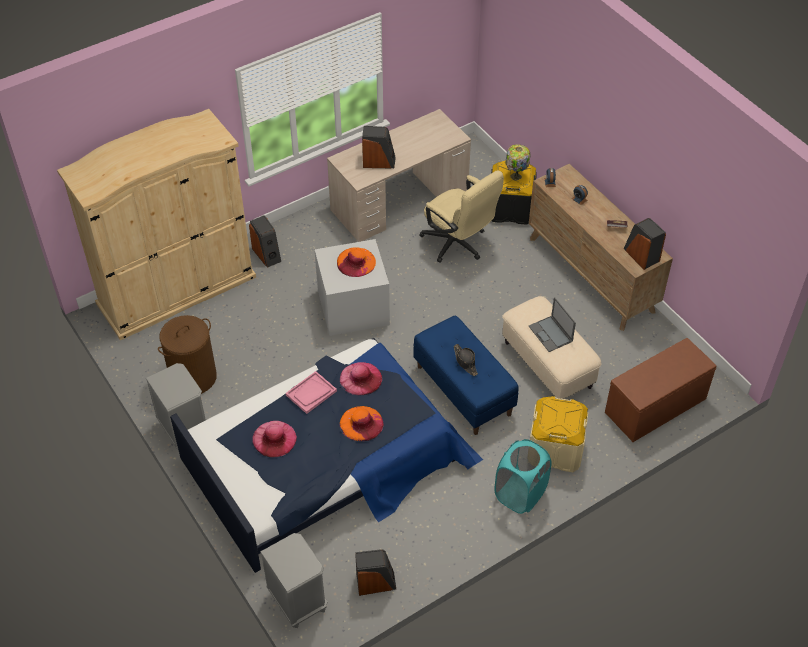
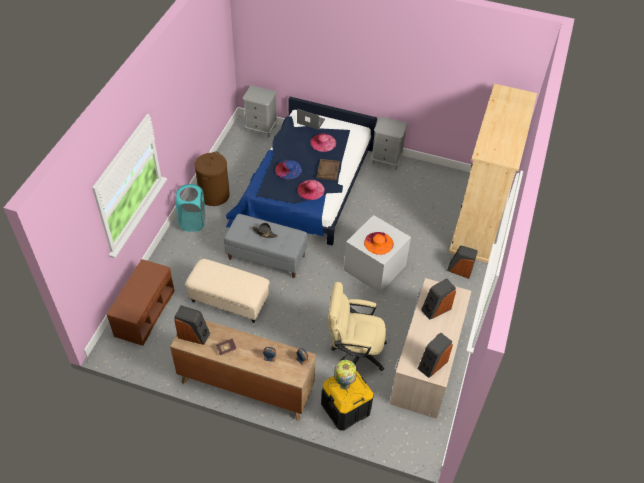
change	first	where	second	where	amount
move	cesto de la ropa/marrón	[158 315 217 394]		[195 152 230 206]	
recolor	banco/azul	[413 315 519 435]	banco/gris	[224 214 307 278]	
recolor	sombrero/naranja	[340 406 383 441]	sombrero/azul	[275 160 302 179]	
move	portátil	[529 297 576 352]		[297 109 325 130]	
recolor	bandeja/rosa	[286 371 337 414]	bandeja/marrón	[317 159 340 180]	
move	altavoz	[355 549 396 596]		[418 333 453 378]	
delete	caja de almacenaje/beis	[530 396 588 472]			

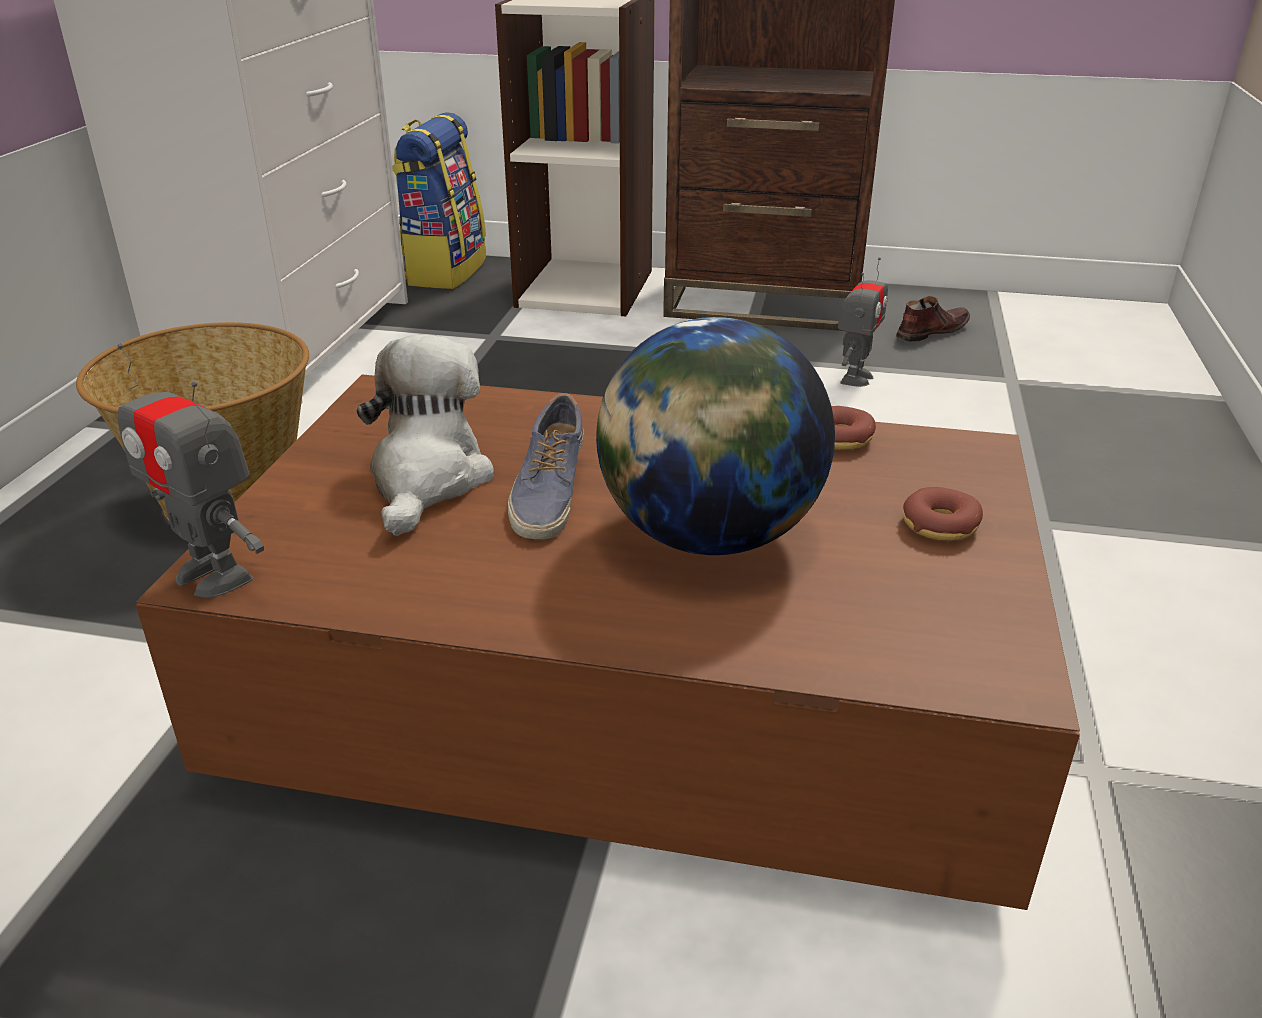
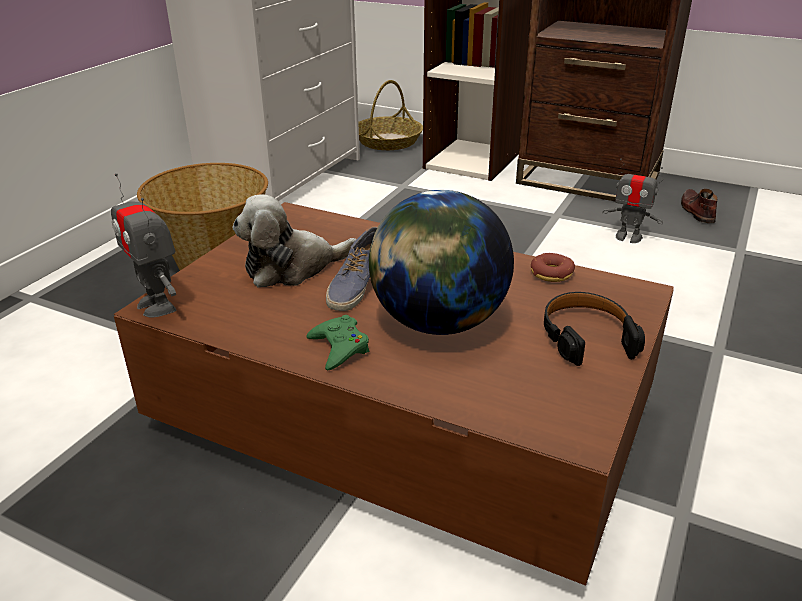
change	first	where	second	where	amount
rotate	peluche	[357 334 494 536]		[232 195 357 287]	135 degrees counterclockwise
insert			mando de consola/verde	[306 315 369 370]	
replace	mochila	[392 112 486 289]	cesta	[358 80 423 150]	
replace	rosquilla	[903 487 983 541]	auriculares/negro	[544 292 645 366]	
rotate	robot de juguete	[838 257 888 387]		[603 158 664 243]	75 degrees clockwise
rotate	zapato/marrón	[896 296 970 342]		[681 188 718 223]	75 degrees counterclockwise

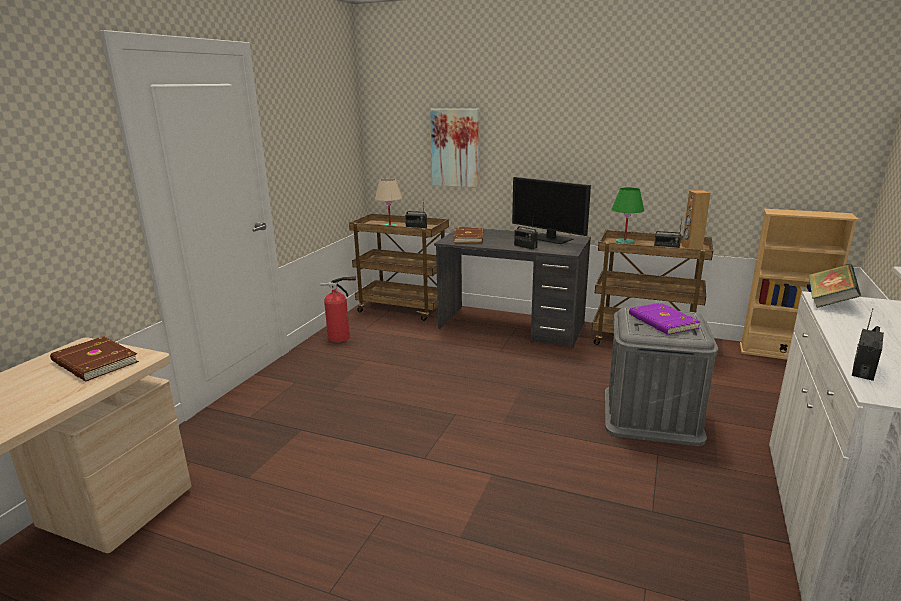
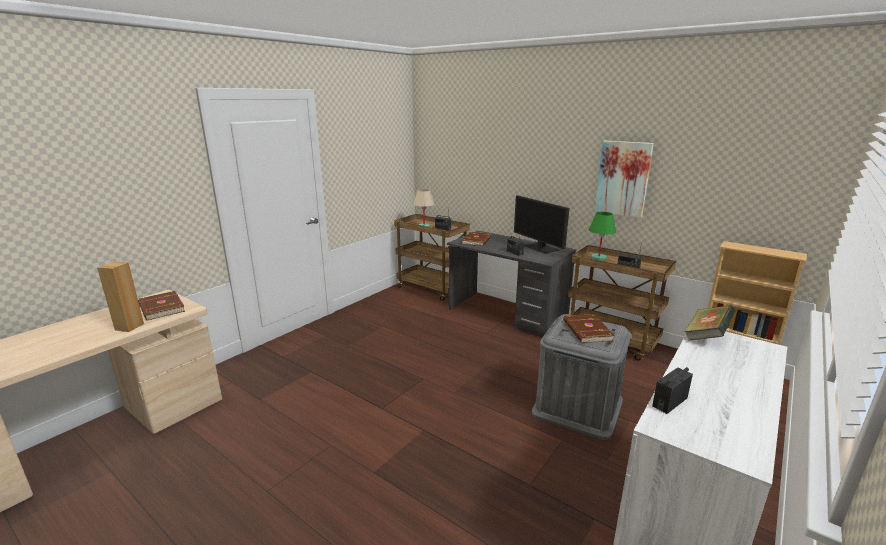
change	first	where	second	where	amount
move	altavoz/marrón	[682 190 711 250]		[97 261 144 332]	
recolor	libro/morado	[629 303 700 335]	libro/marrón	[563 314 615 343]	
move	cuadro	[430 109 479 187]		[595 140 654 218]	
delete	extintor	[320 276 356 342]			

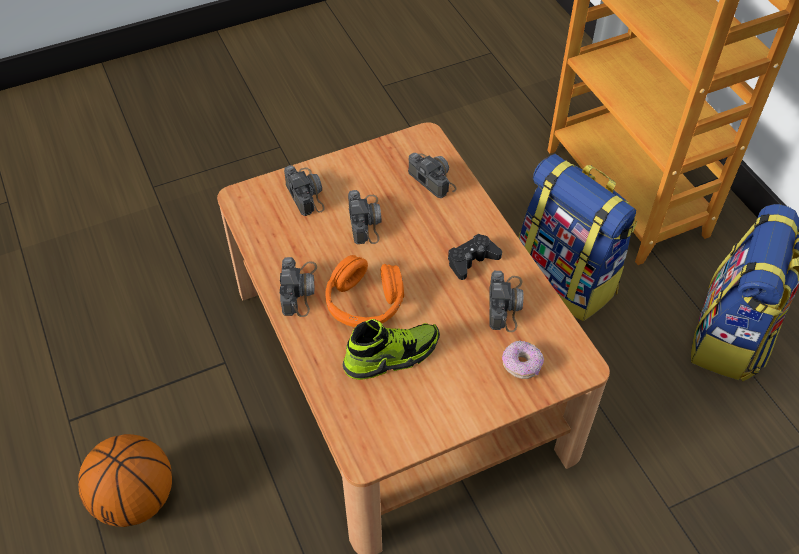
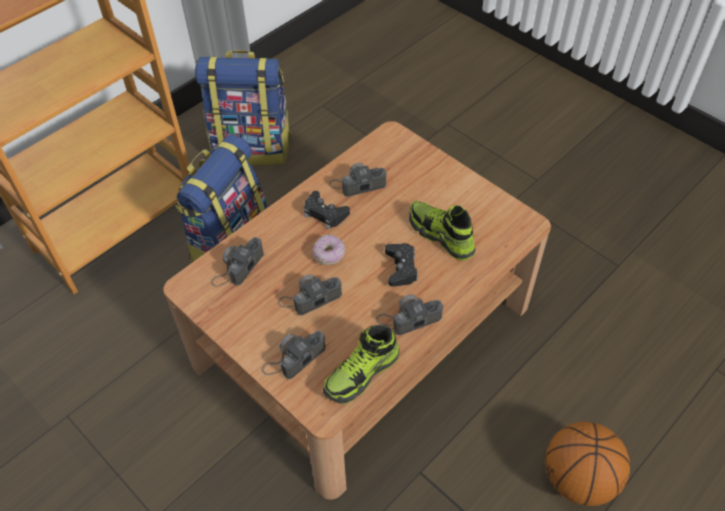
change	first	where	second	where	amount
move	rosquilla	[502 340 544 379]		[313 235 345 265]	
insert			zapato	[323 325 400 404]	
replace	auriculares/naranja	[325 255 404 327]	mando de consola/negro	[385 243 418 287]	

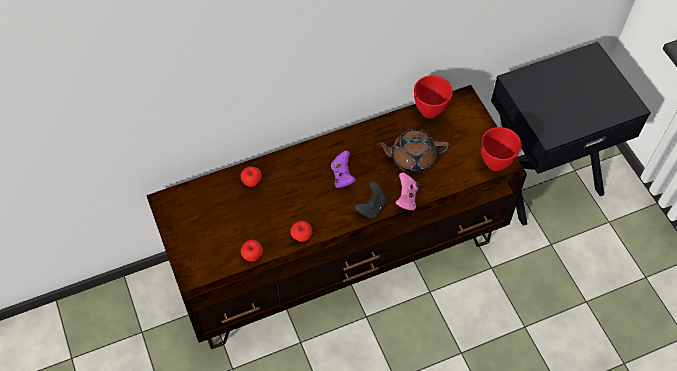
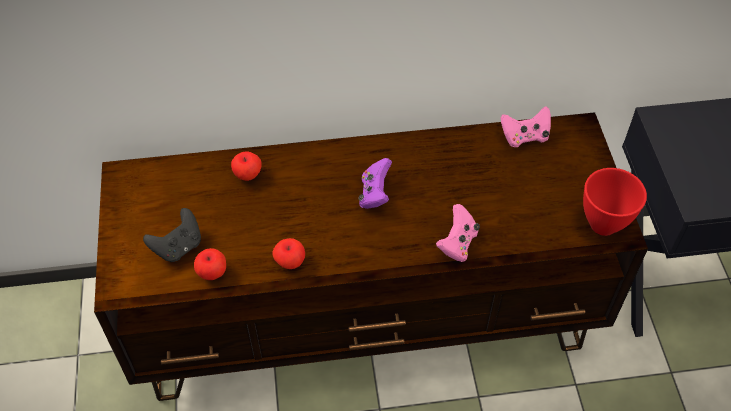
change	first	where	second	where	amount
move	mando de consola/negro	[354 181 386 219]		[143 208 201 262]	
replace	cuenco/rojo	[414 75 453 119]	mando de consola/rosa	[501 106 551 147]	
delete	tetera/marrón	[376 129 450 173]			

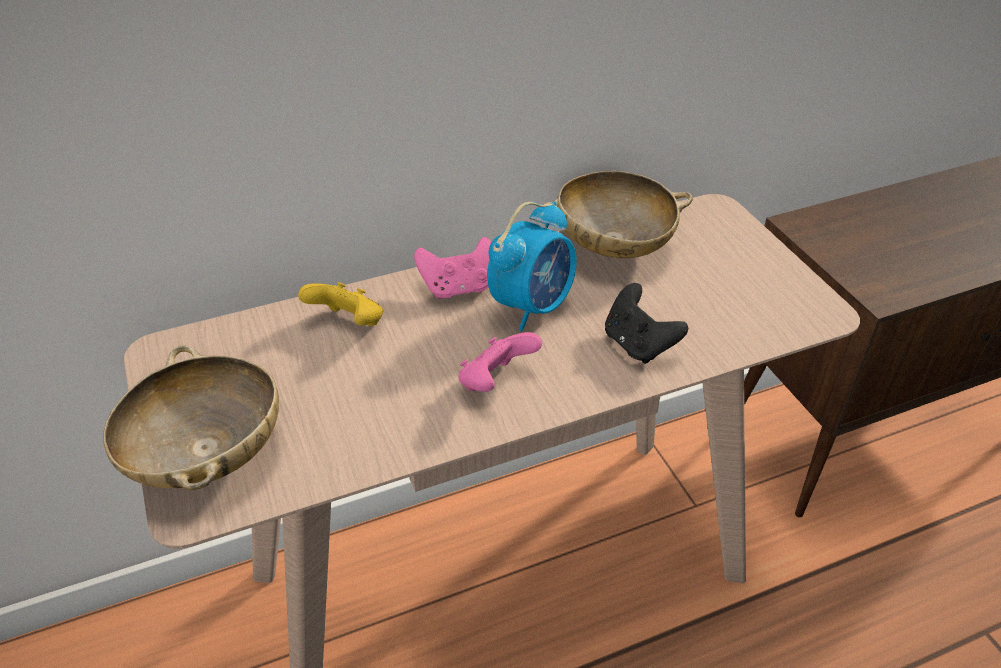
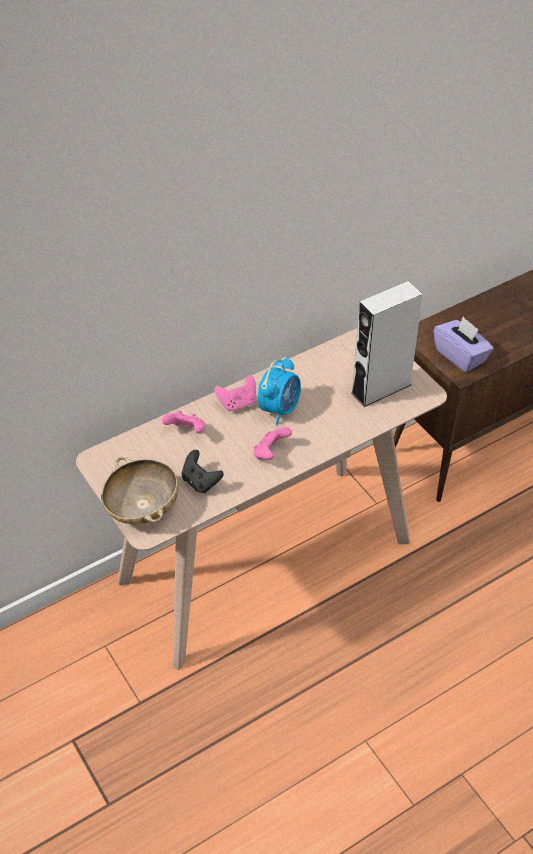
change	first	where	second	where	amount
recolor	mando de consola/amarillo	[298 282 383 326]	mando de consola/rosa	[162 411 205 433]	
move	mando de consola/negro	[605 283 688 364]		[182 450 224 493]	
insert			altavoz/gris	[351 281 423 407]	
insert			caja de pañuelos/morado	[434 317 494 373]	
delete	cuenco/beis	[543 171 693 259]			

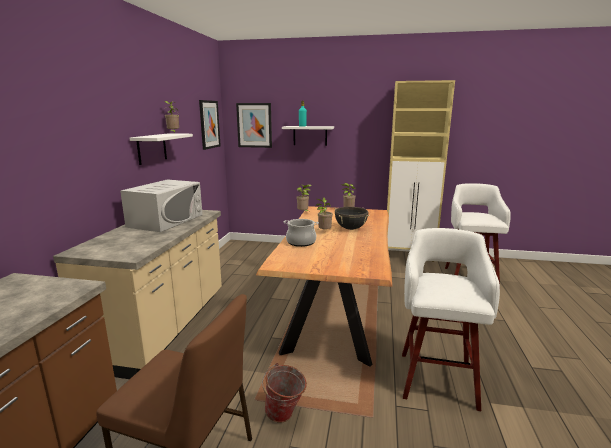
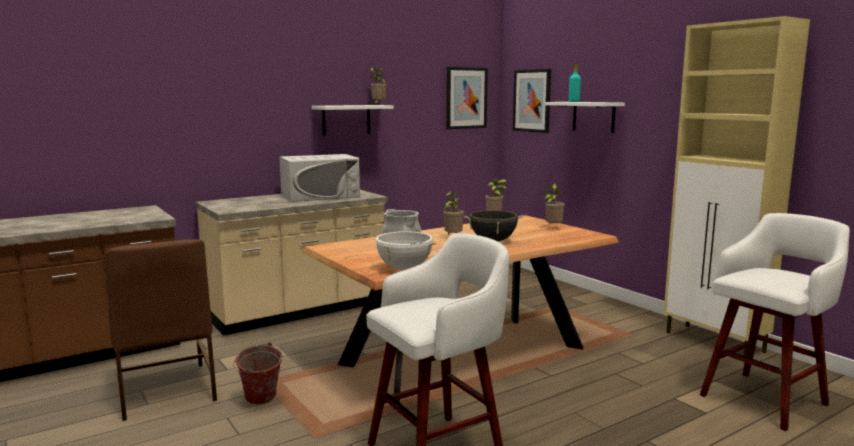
change	first	where	second	where	amount
insert			olla/blanco	[374 231 436 270]	

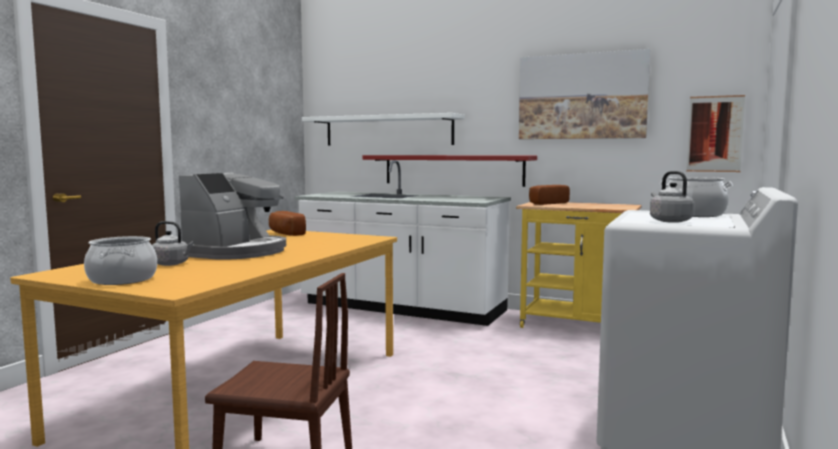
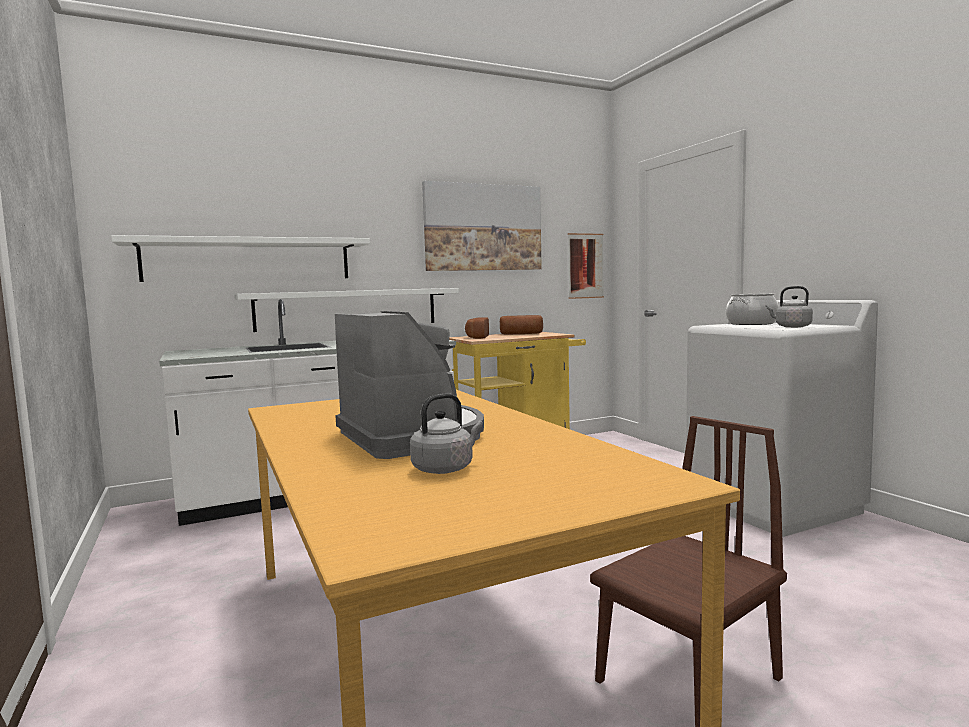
change	first	where	second	where	amount
recolor	estante/rojo	[362 155 537 187]	estante/blanco	[235 288 459 332]	
move	pan	[269 211 306 236]		[500 315 543 334]	
delete	olla	[84 236 157 285]			

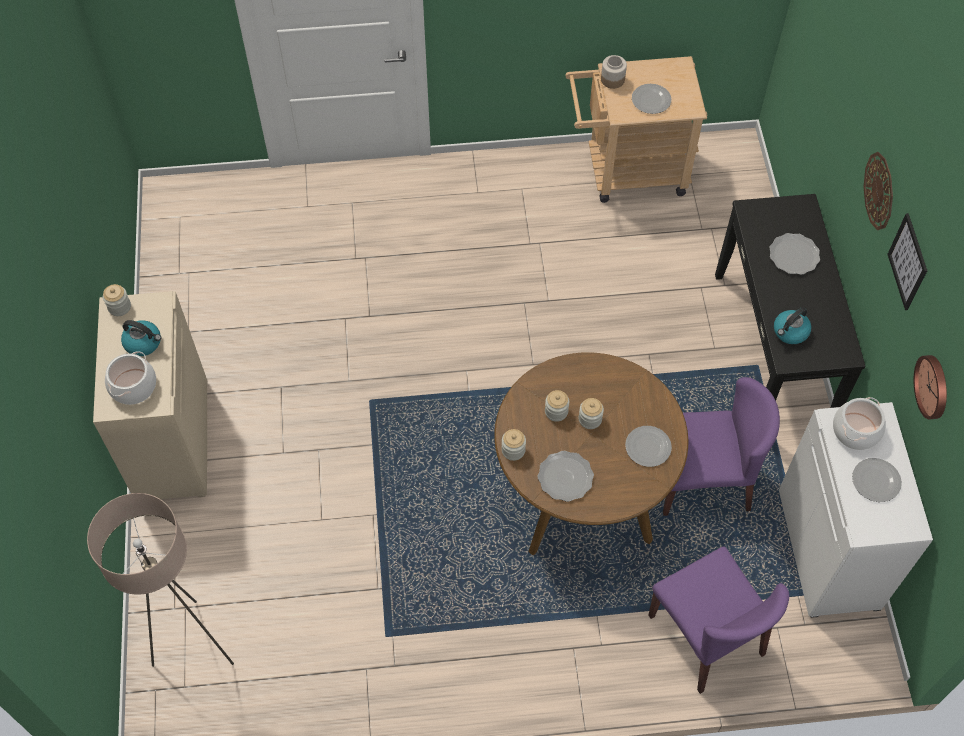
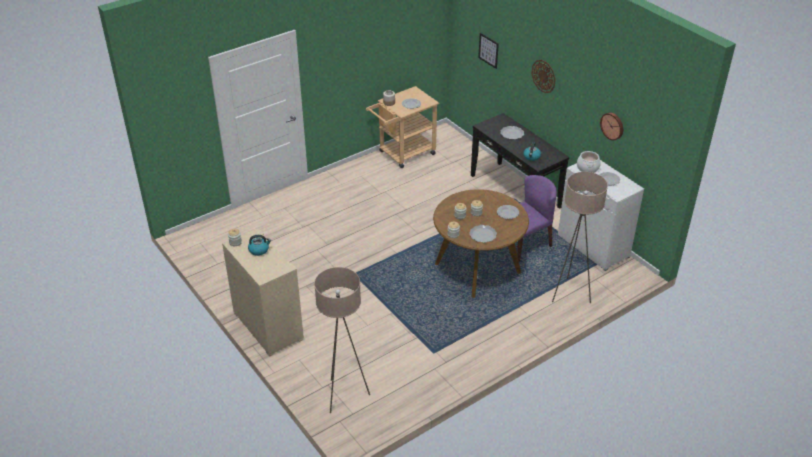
change	first	where	second	where	amount
move	cuadro	[888 213 927 310]		[478 33 499 69]	
replace	silla/morado	[648 547 789 694]	lámpara de pie/beis	[552 172 608 303]	
delete	olla	[105 351 156 405]			

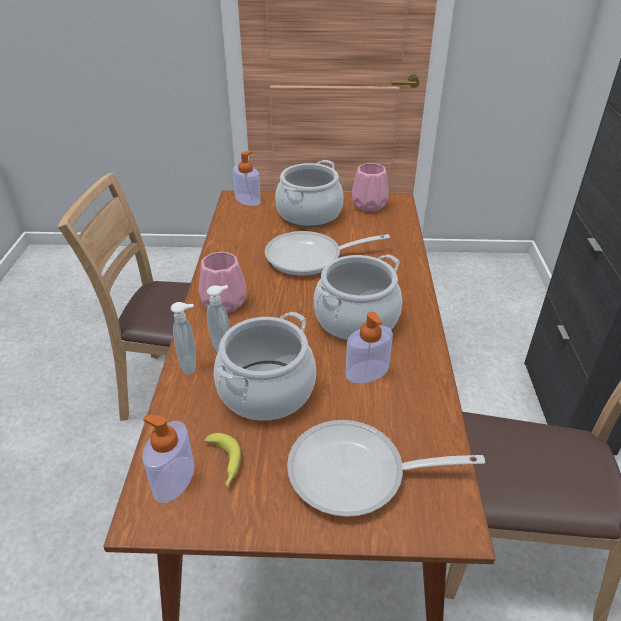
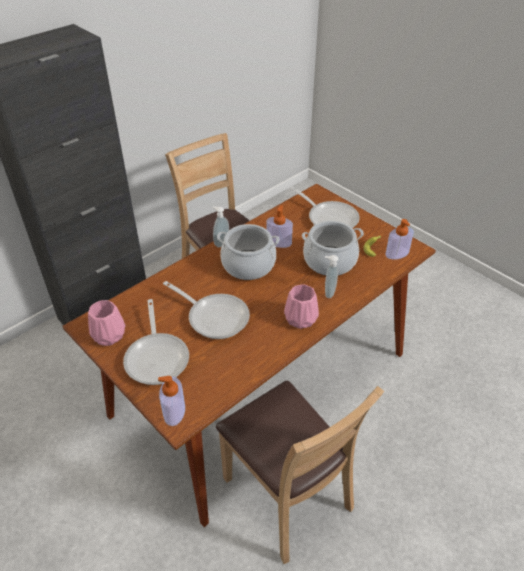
change	first	where	second	where	amount
replace	olla	[275 160 343 227]	sartén	[123 299 189 385]	
move	dispensador de jabón	[171 302 196 375]		[213 206 229 247]	

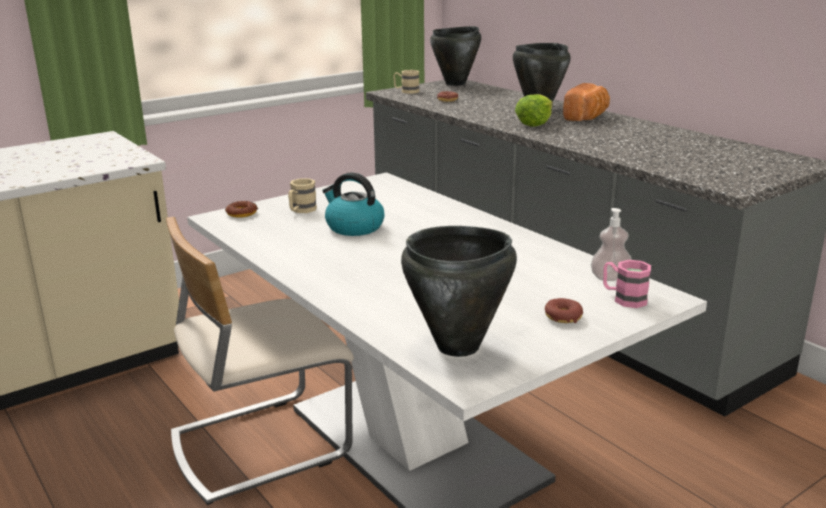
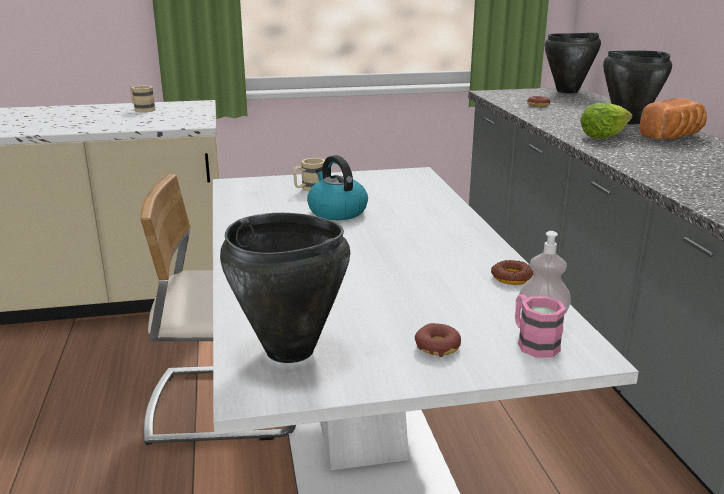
change	first	where	second	where	amount
move	taza grande/beis	[393 70 419 94]		[130 86 156 113]	
move	rosquilla	[225 201 258 218]		[491 260 533 285]	

